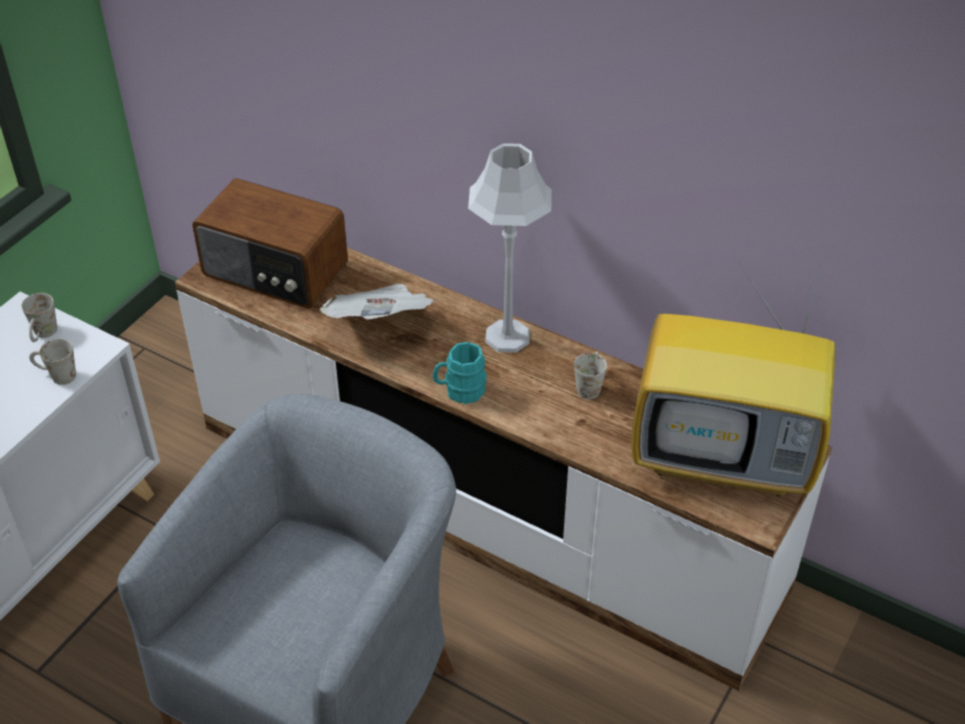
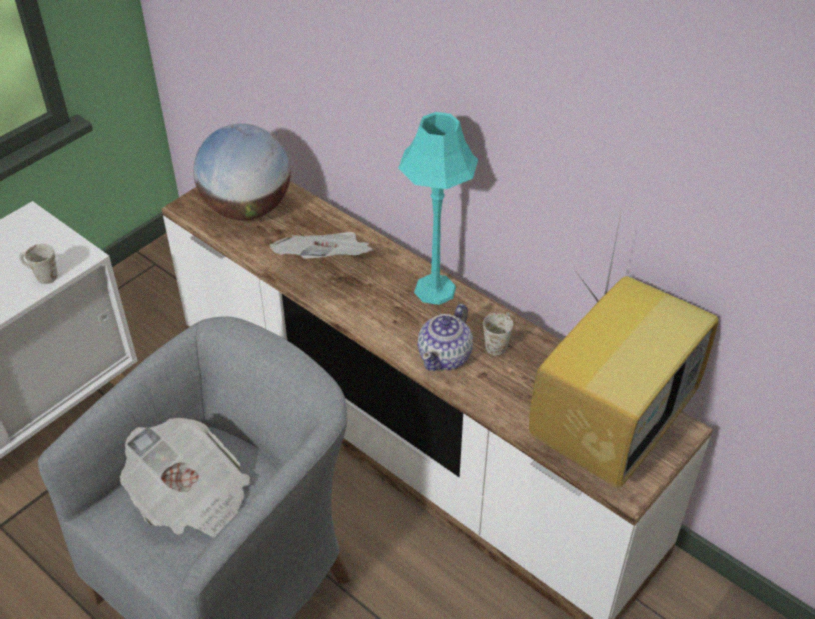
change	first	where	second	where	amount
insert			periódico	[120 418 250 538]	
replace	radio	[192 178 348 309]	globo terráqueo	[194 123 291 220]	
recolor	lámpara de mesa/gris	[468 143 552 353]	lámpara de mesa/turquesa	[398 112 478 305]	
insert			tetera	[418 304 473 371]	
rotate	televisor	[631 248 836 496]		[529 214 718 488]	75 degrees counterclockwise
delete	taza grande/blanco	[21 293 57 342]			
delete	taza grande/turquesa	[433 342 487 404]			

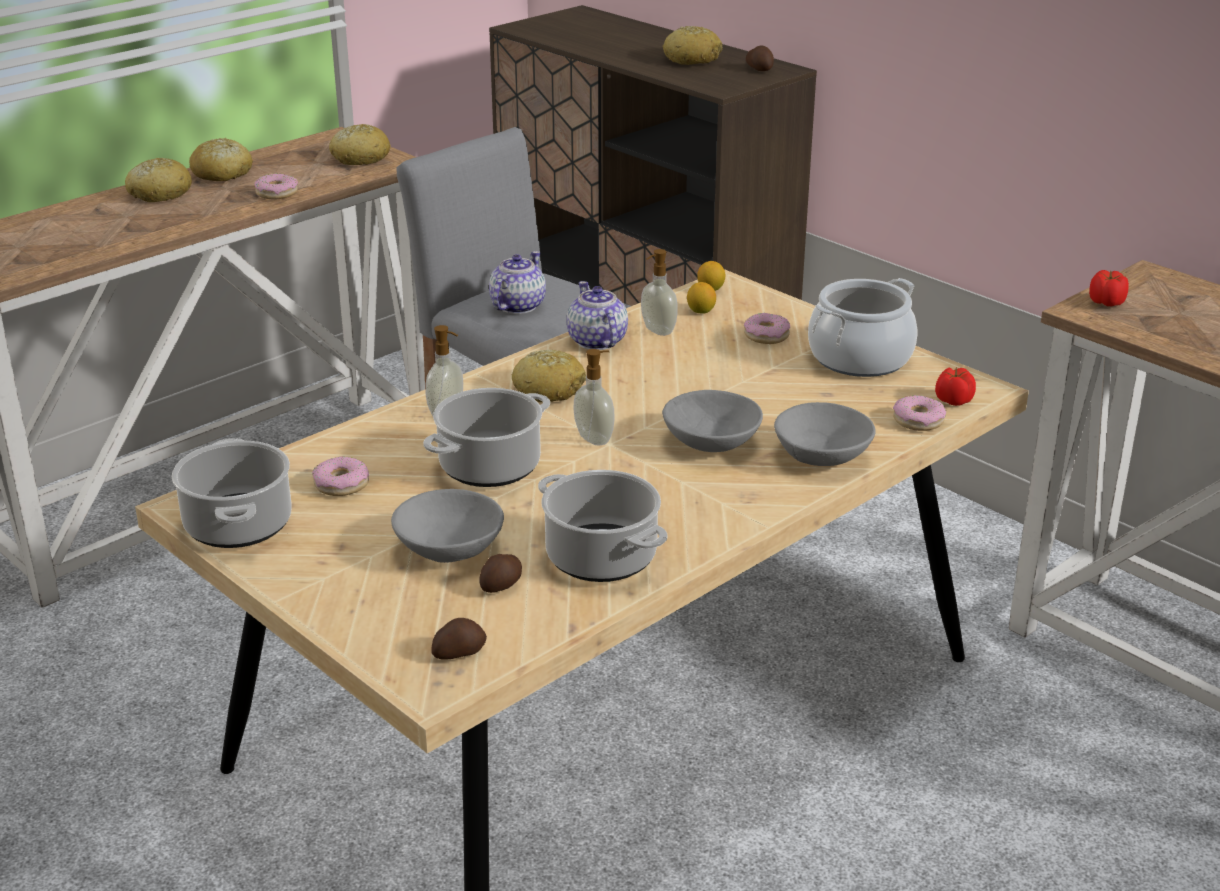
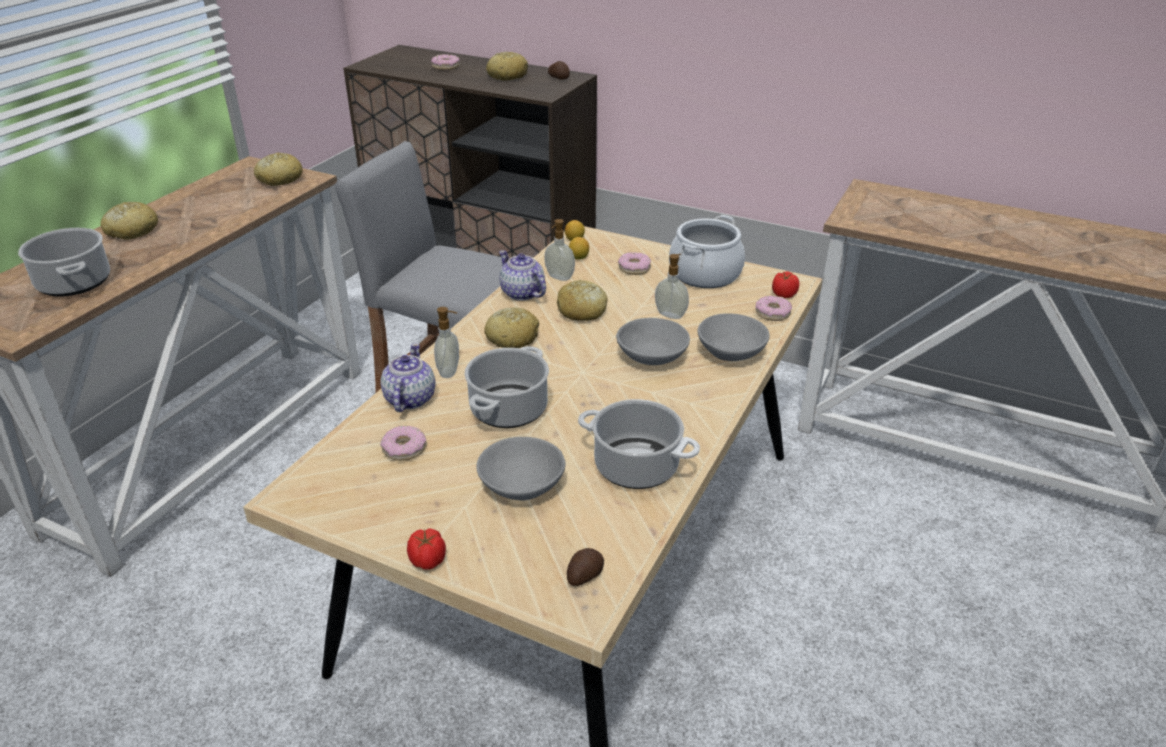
change	first	where	second	where	amount
move	olla	[172 438 292 548]		[18 228 110 297]	
move	tetera	[489 251 546 314]		[380 343 436 412]	
move	tomate	[1089 270 1129 306]		[407 528 446 570]	
move	rosquilla	[254 173 298 199]		[431 54 459 70]	
move	pan	[189 138 253 181]		[557 280 607 321]	
move	dispensador de jabón	[574 349 615 446]		[655 254 689 319]	
delete	patata	[479 554 522 593]			

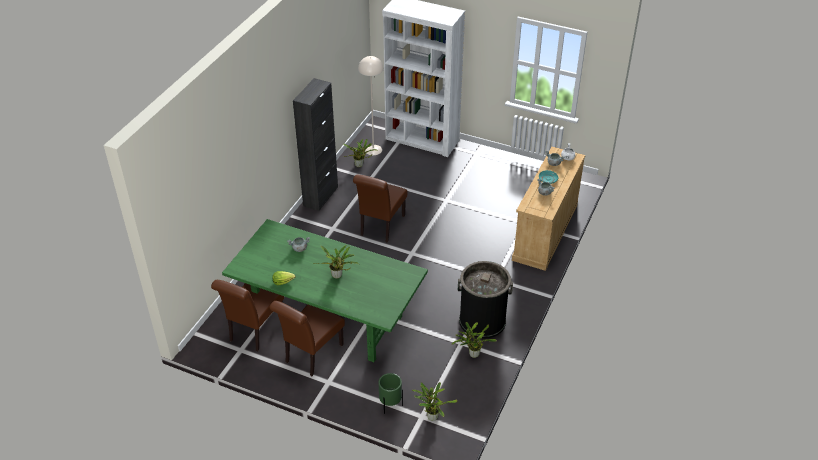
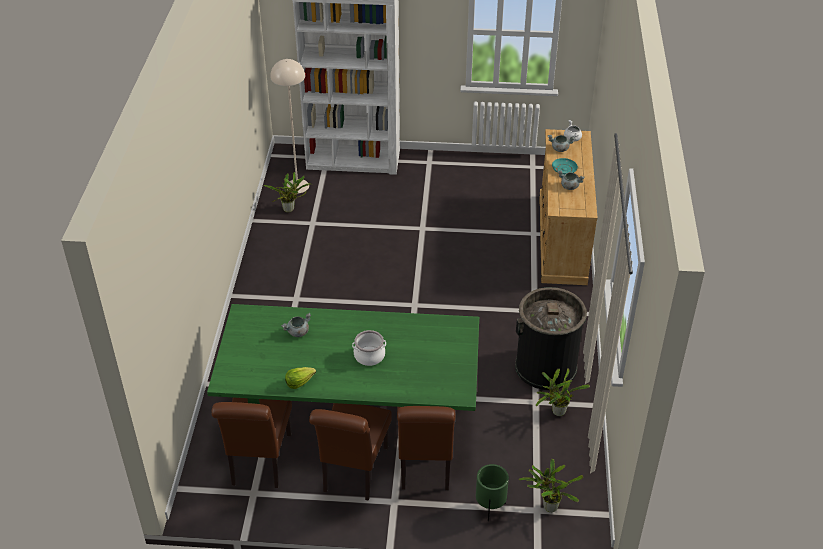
change	first	where	second	where	amount
replace	planta en maceta	[314 245 359 279]	olla	[352 330 386 366]	
move	silla/marrón	[353 175 407 243]		[397 406 456 490]	
delete	armario/negro	[293 78 338 211]			

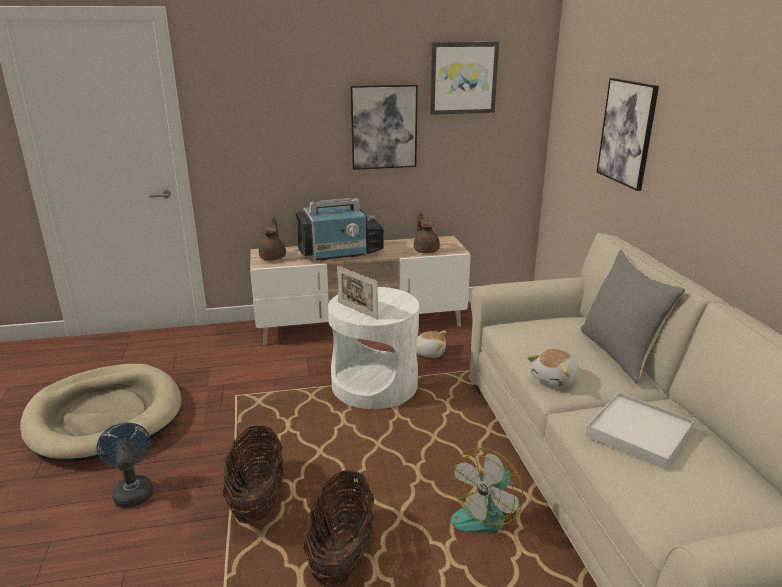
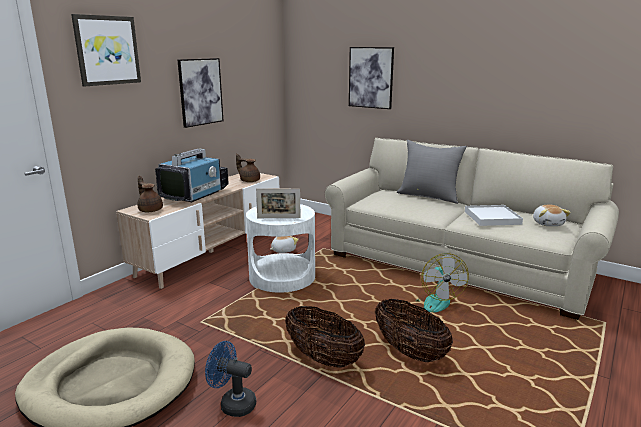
change	first	where	second	where	amount
move	cuadro	[430 42 499 115]		[71 14 141 87]	
move	peluche	[527 349 580 388]		[533 205 571 226]	

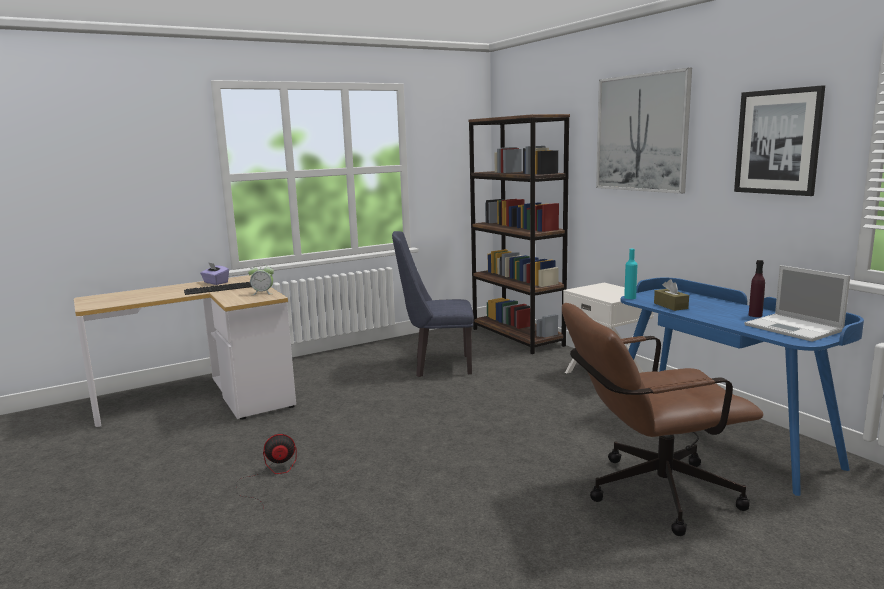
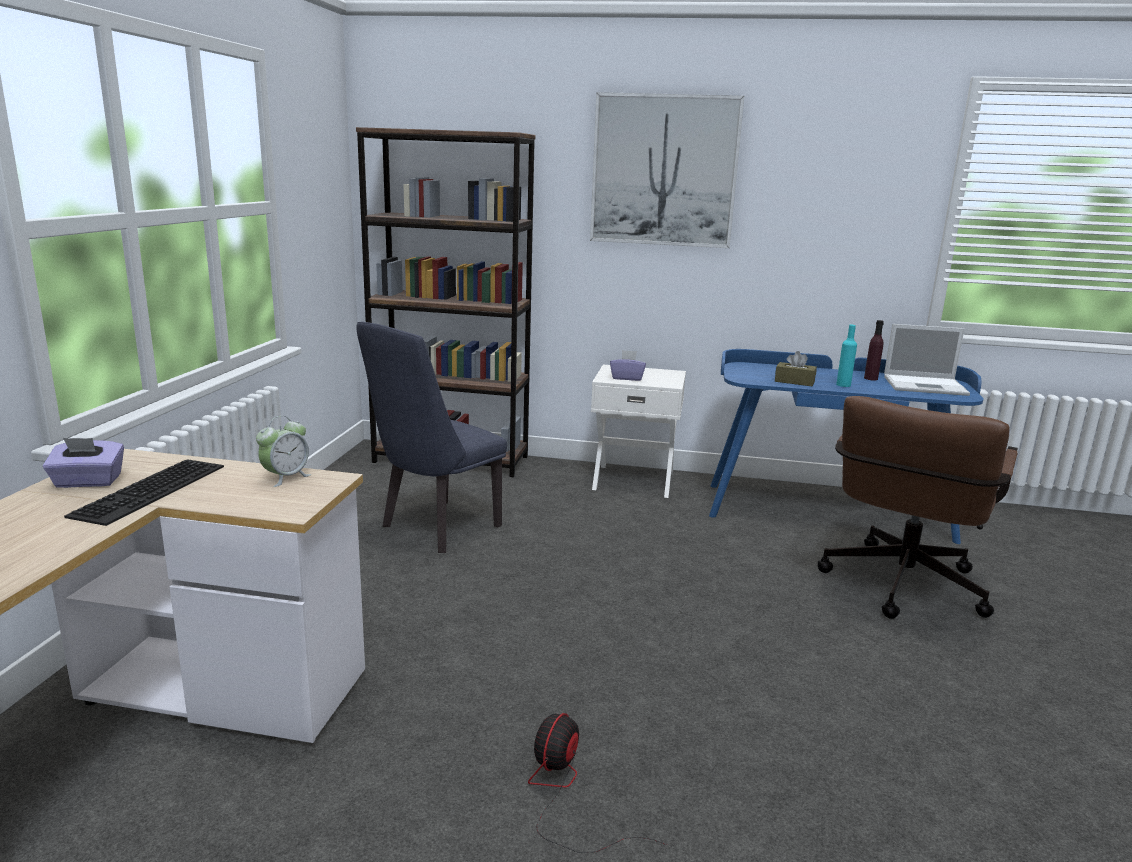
change	first	where	second	where	amount
insert			caja de pañuelos/morado	[610 350 646 381]	
move	botella/turquesa	[624 249 638 299]		[836 325 857 387]	
delete	cuadro	[734 85 825 196]			

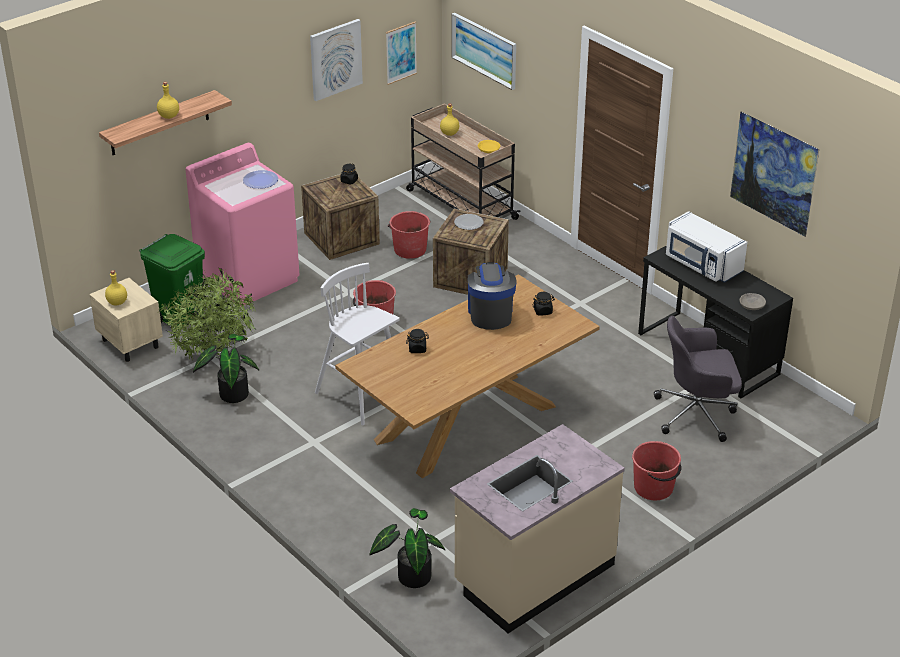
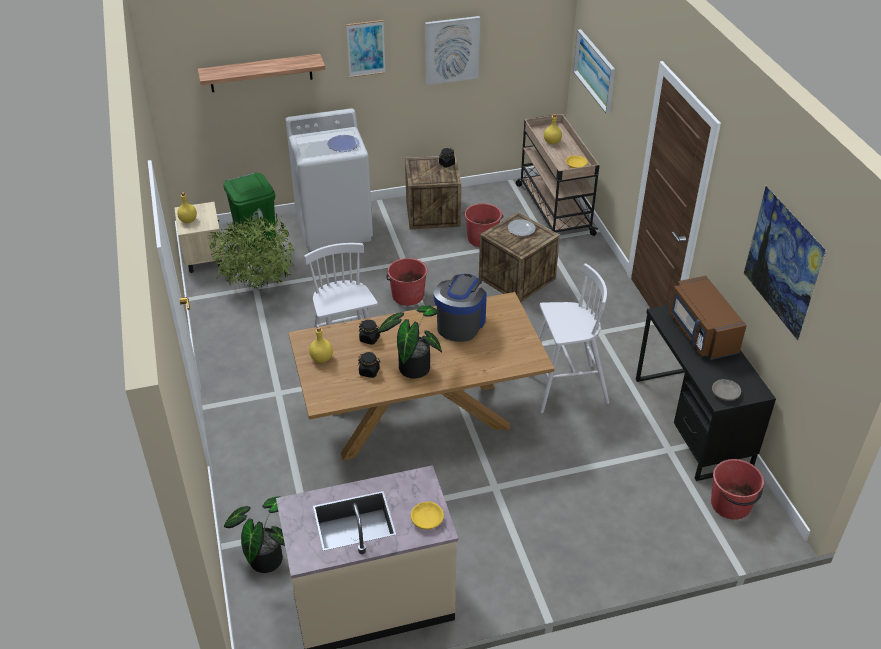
change	first	where	second	where	amount
recolor	lavadora/rosa	[185 143 300 307]	lavadora/blanco	[285 108 373 251]	
move	botella/amarillo	[157 82 179 119]		[309 327 333 363]	
move	cuadro	[386 21 417 85]		[346 20 386 78]	
move	tarro/negro	[533 292 555 316]		[358 352 381 378]	
move	planta en maceta	[193 334 259 403]		[376 305 442 378]	
insert			cuenco/amarillo	[411 502 444 530]	
insert			taburete/blanco	[539 263 609 413]	
recolor	microondas/blanco	[666 211 747 283]	microondas/marrón	[669 276 747 360]	
move	cubo/rojo	[632 441 681 500]		[711 459 764 520]	
delete	silla de oficina/gris	[654 316 742 442]			

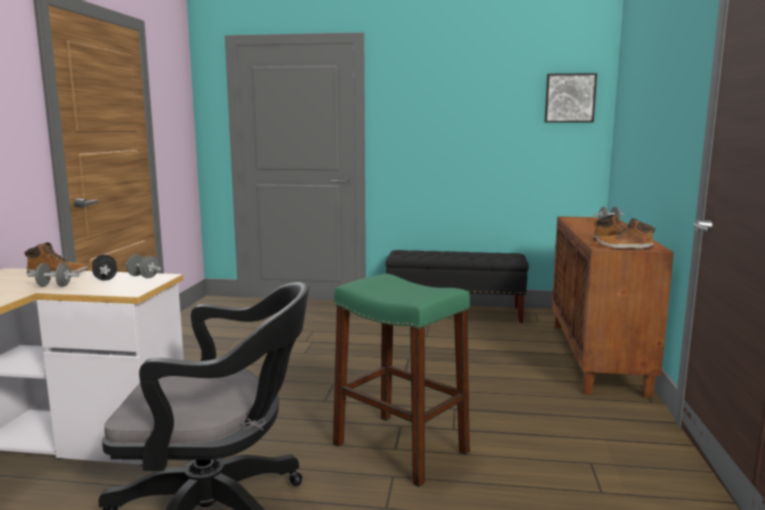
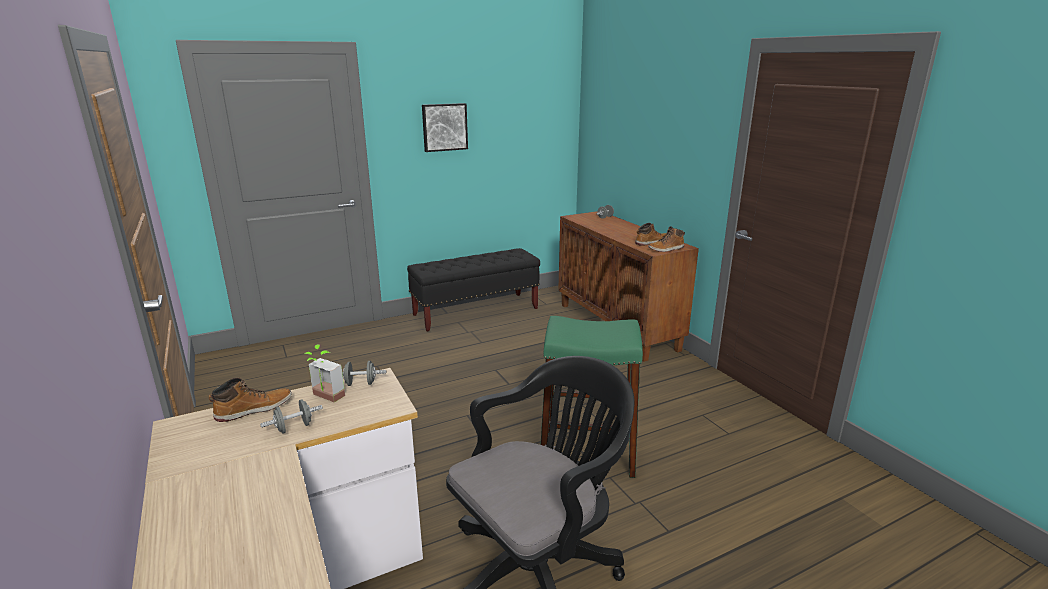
change	first	where	second	where	amount
replace	mancuerna/negro	[92 255 117 280]	planta en maceta	[304 344 345 402]	
move	cuadro	[545 73 597 123]		[422 103 468 152]	

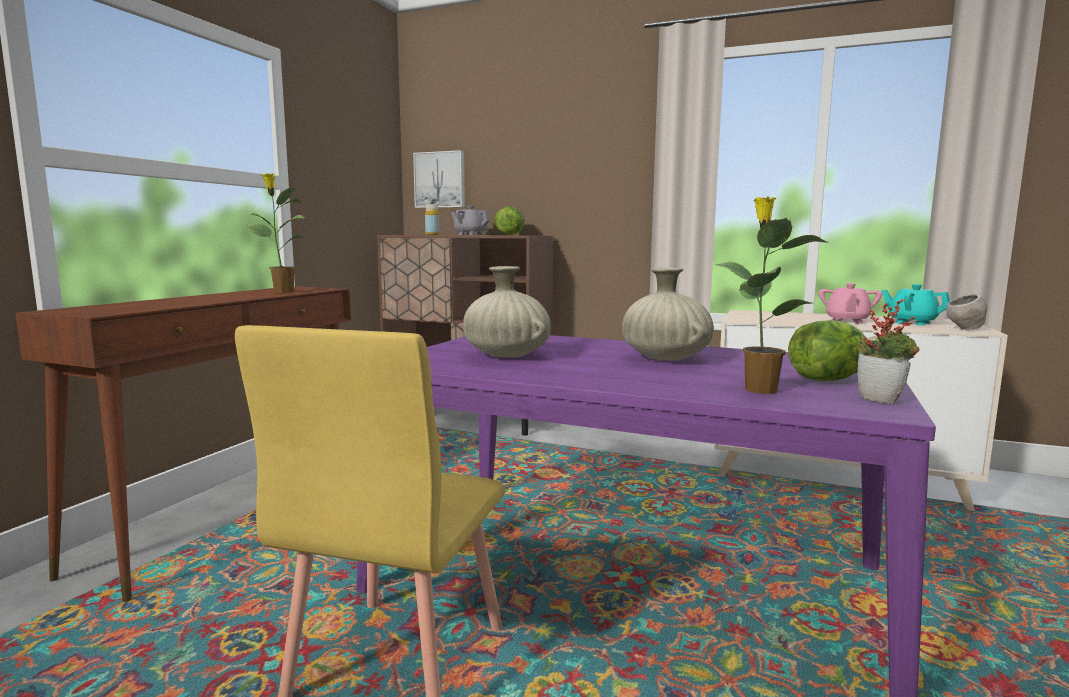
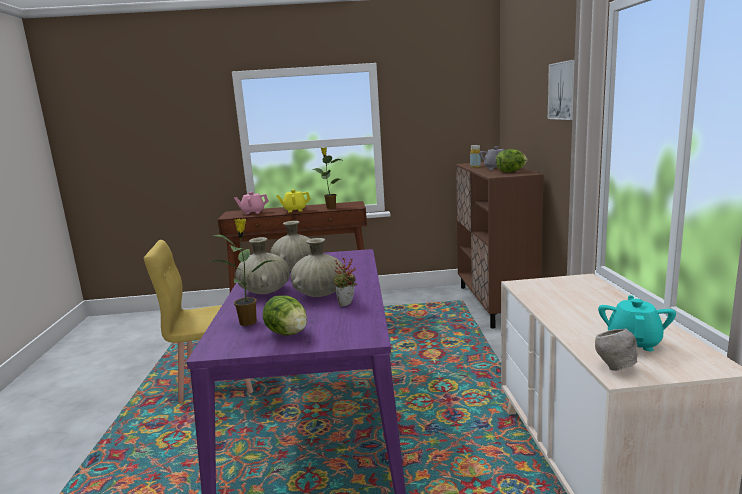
change	first	where	second	where	amount
move	tetera/rosa	[819 283 882 324]		[234 192 269 215]	
insert			florero/beis	[236 237 290 294]	
insert			tetera/amarillo	[276 189 311 212]	
move	planta en maceta	[857 299 920 404]		[333 257 357 307]	
move	cuadro	[413 150 465 208]		[548 59 575 120]	

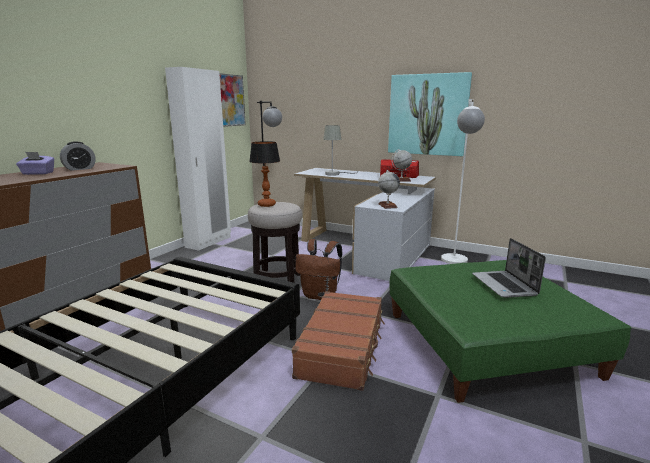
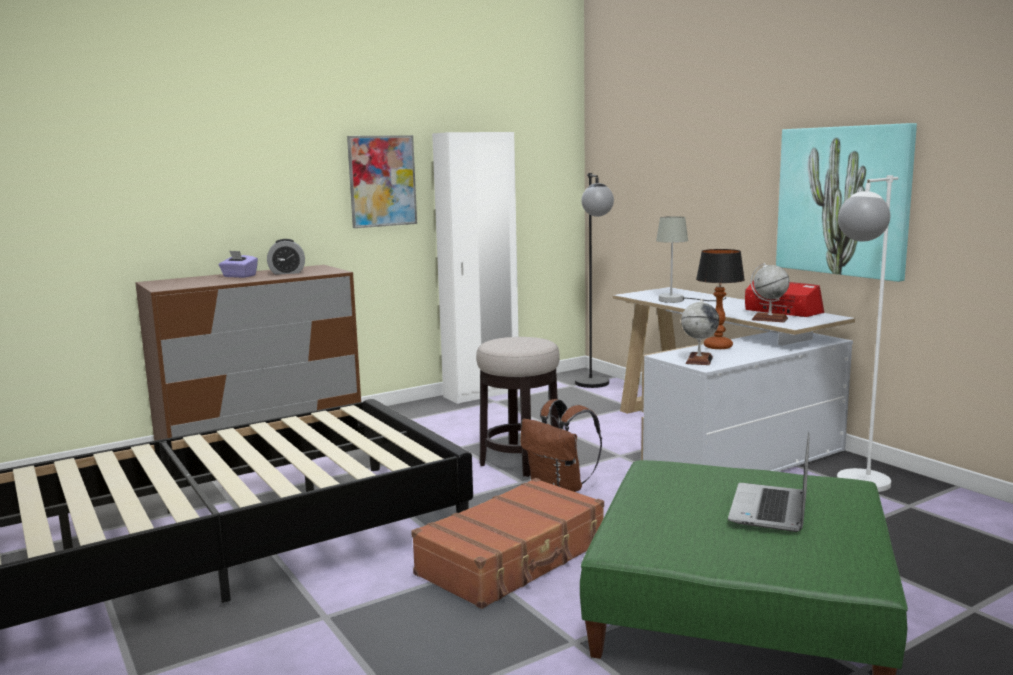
change	first	where	second	where	amount
move	cuadro	[219 73 246 127]		[347 135 417 228]	
move	lámpara de mesa	[249 141 280 207]		[696 249 745 349]	

